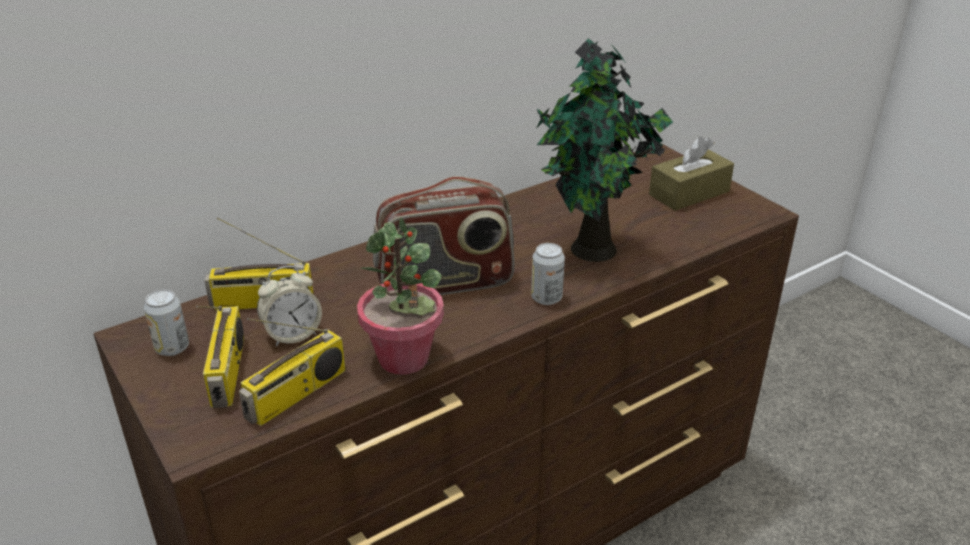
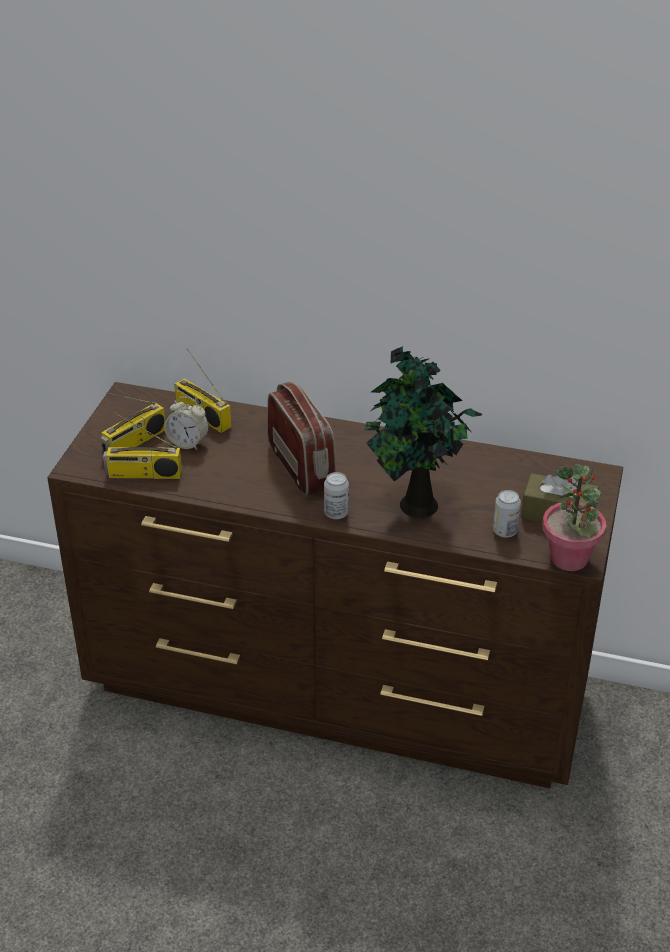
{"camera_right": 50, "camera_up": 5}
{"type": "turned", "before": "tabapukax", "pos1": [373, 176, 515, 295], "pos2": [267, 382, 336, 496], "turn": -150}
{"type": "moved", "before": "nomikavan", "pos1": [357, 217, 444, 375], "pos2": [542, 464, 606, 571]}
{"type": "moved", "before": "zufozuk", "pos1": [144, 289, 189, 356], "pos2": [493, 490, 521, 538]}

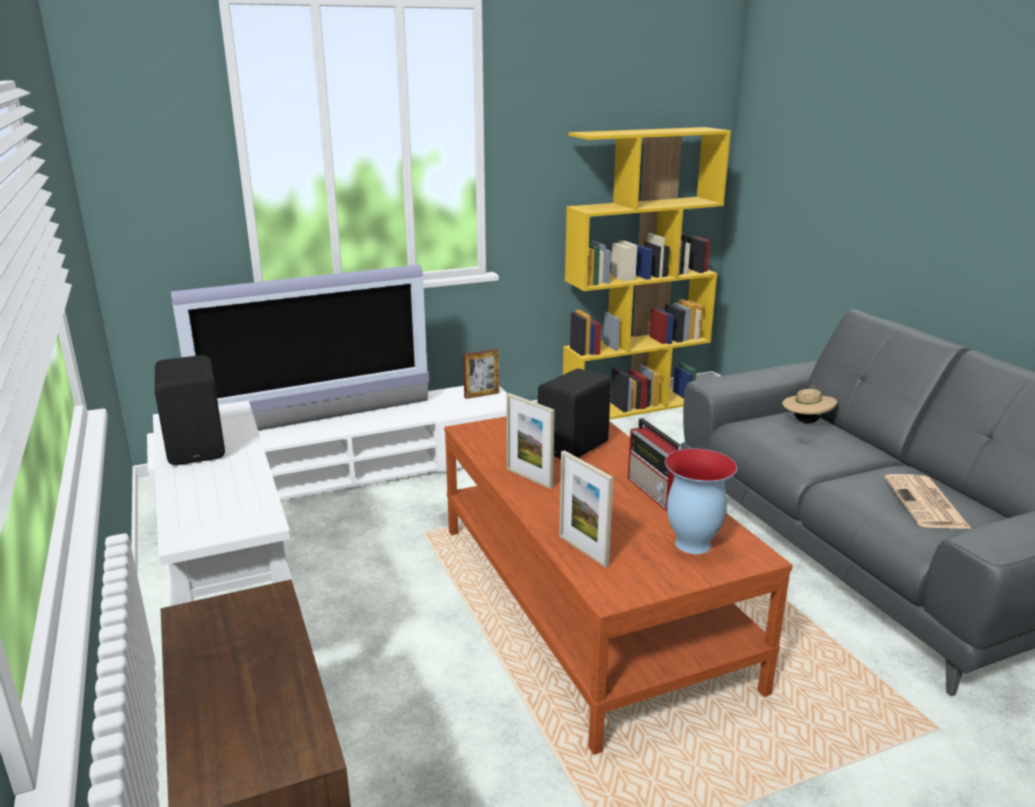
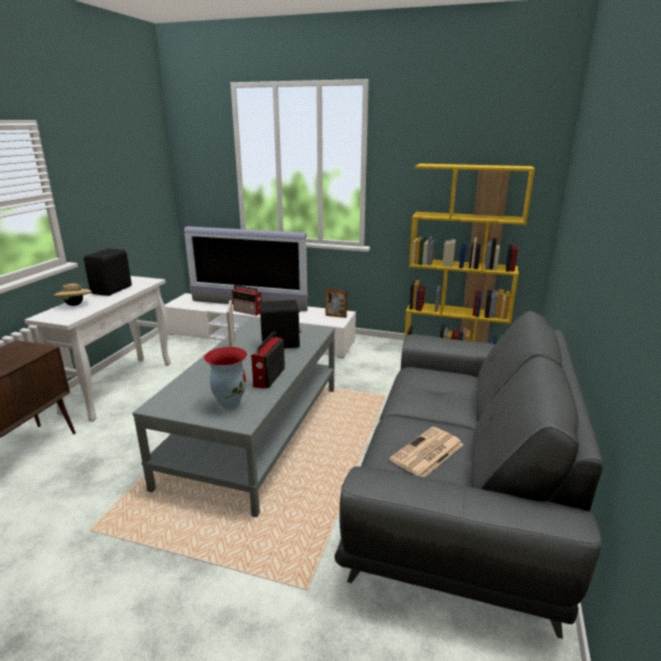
{"camera_right": 40, "camera_up": 0}
{"type": "moved", "before": "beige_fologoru", "pos1": [782, 385, 837, 424], "pos2": [54, 282, 92, 306]}
{"type": "recoloured", "before": "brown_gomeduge", "after": "grey_gomeduge", "pos1": [444, 416, 792, 755], "pos2": [133, 318, 335, 517]}
{"type": "removed", "before": "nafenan", "pos1": [559, 450, 613, 568]}
{"type": "added", "after": "tabapukax", "pos2": [232, 285, 262, 316]}

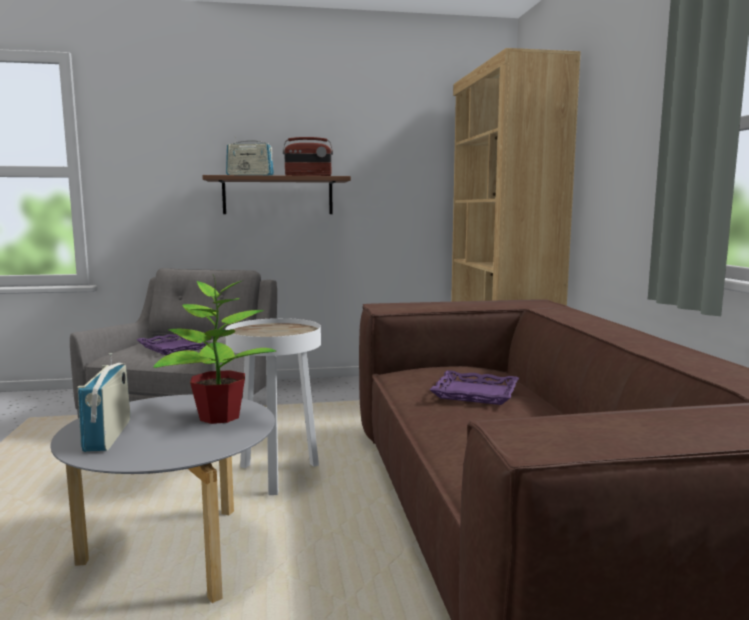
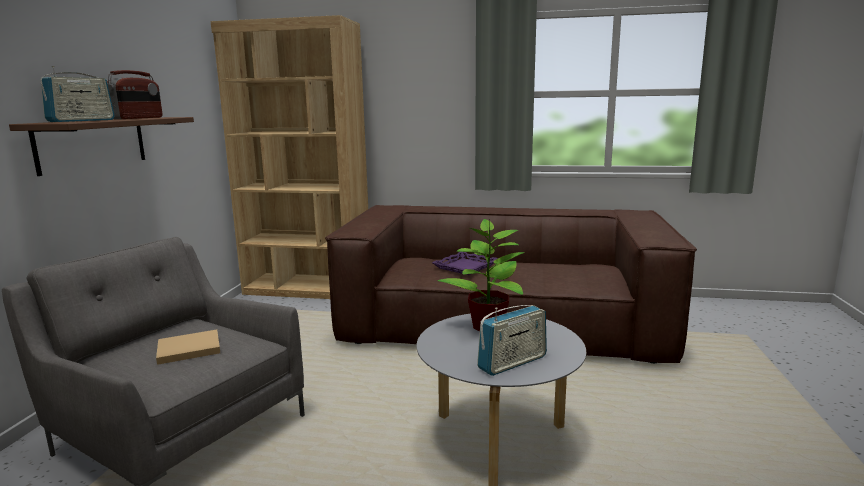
{"camera_right": -70, "camera_up": 5}
{"type": "removed", "before": "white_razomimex", "pos1": [225, 318, 321, 495]}
{"type": "replaced", "before": "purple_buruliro", "after": "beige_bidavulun", "pos1": [137, 334, 209, 355], "pos2": [156, 330, 220, 365]}
{"type": "turned", "before": "tabapukax", "pos1": [78, 353, 130, 452], "pos2": [477, 305, 547, 376], "turn": -45}

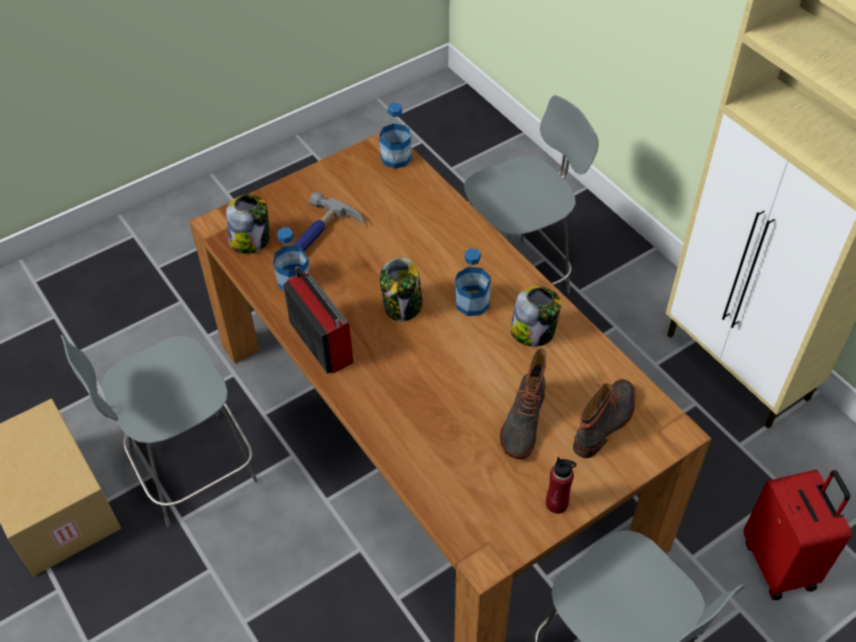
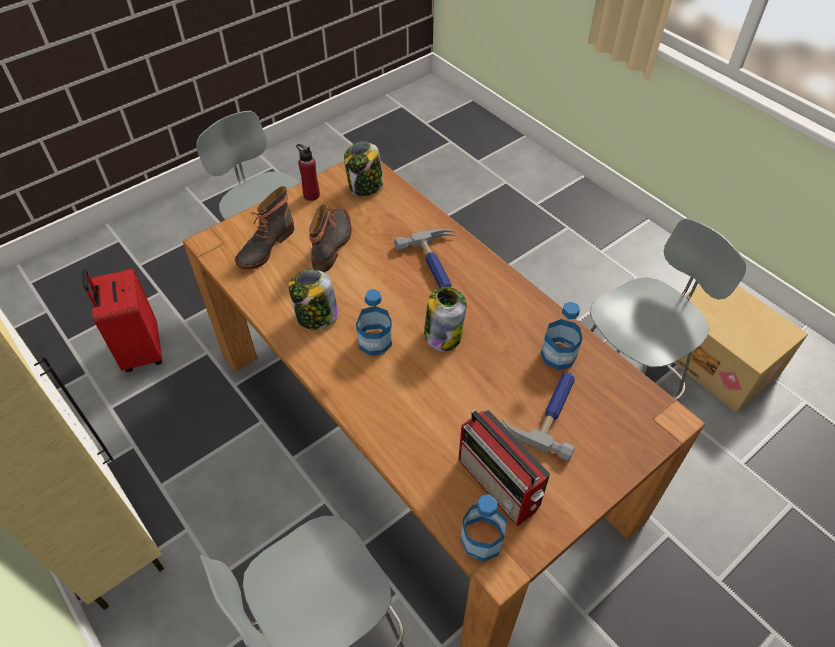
{"camera_right": 175, "camera_up": 0}
{"type": "moved", "before": "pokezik", "pos1": [226, 195, 270, 254], "pos2": [344, 141, 384, 196]}
{"type": "moved", "before": "tabapukax", "pos1": [283, 266, 353, 374], "pos2": [458, 410, 550, 526]}
{"type": "added", "after": "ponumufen", "pos2": [394, 229, 455, 288]}

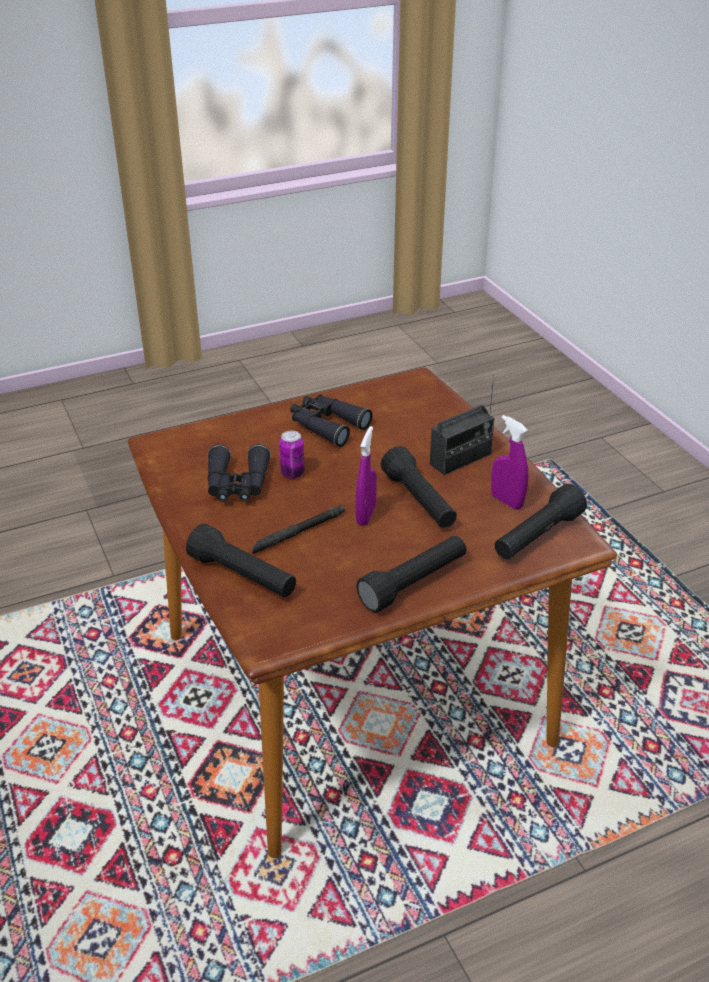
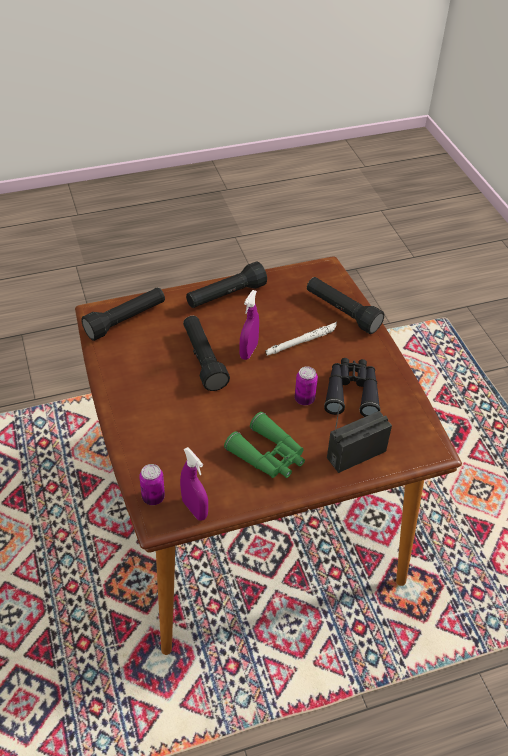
{"camera_right": -175, "camera_up": 10}
{"type": "moved", "before": "tabapukax", "pos1": [430, 374, 494, 475], "pos2": [327, 401, 392, 473]}
{"type": "recoloured", "before": "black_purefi", "after": "green_purefi", "pos1": [290, 395, 373, 447], "pos2": [224, 412, 305, 478]}
{"type": "moved", "before": "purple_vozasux", "pos1": [491, 415, 528, 510], "pos2": [180, 447, 208, 521]}
{"type": "recoloured", "before": "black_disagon", "after": "white_disagon", "pos1": [252, 505, 345, 554], "pos2": [265, 322, 337, 356]}
{"type": "added", "after": "zufozuk", "pos2": [139, 464, 165, 505]}

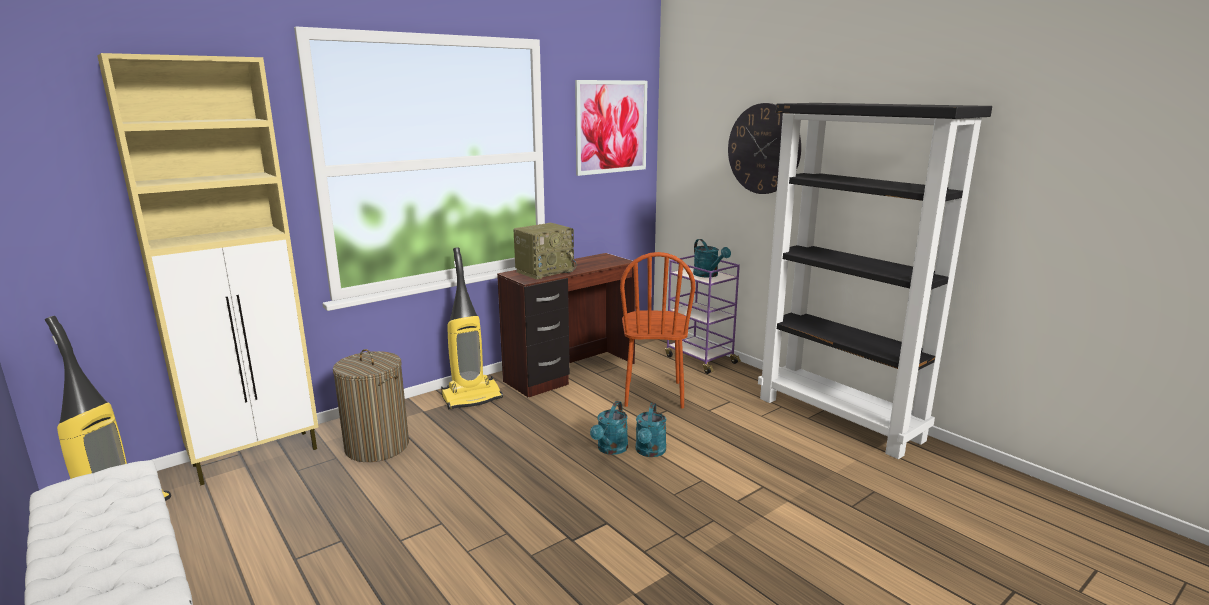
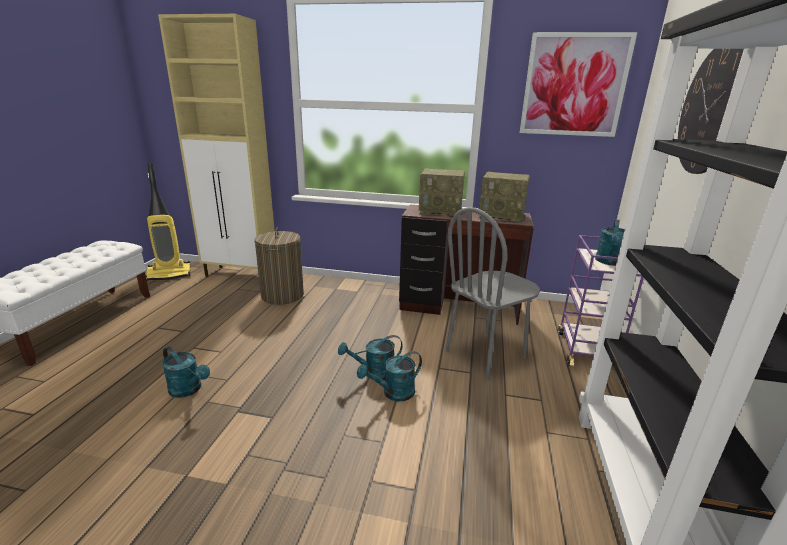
{"camera_right": 50, "camera_up": 5}
{"type": "removed", "before": "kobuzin", "pos1": [441, 247, 503, 409]}
{"type": "recoloured", "before": "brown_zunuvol", "after": "grey_zunuvol", "pos1": [620, 252, 695, 408], "pos2": [446, 207, 540, 379]}
{"type": "added", "after": "tabapukax", "pos2": [478, 172, 530, 223]}
{"type": "added", "after": "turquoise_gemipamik", "pos2": [162, 347, 210, 398]}

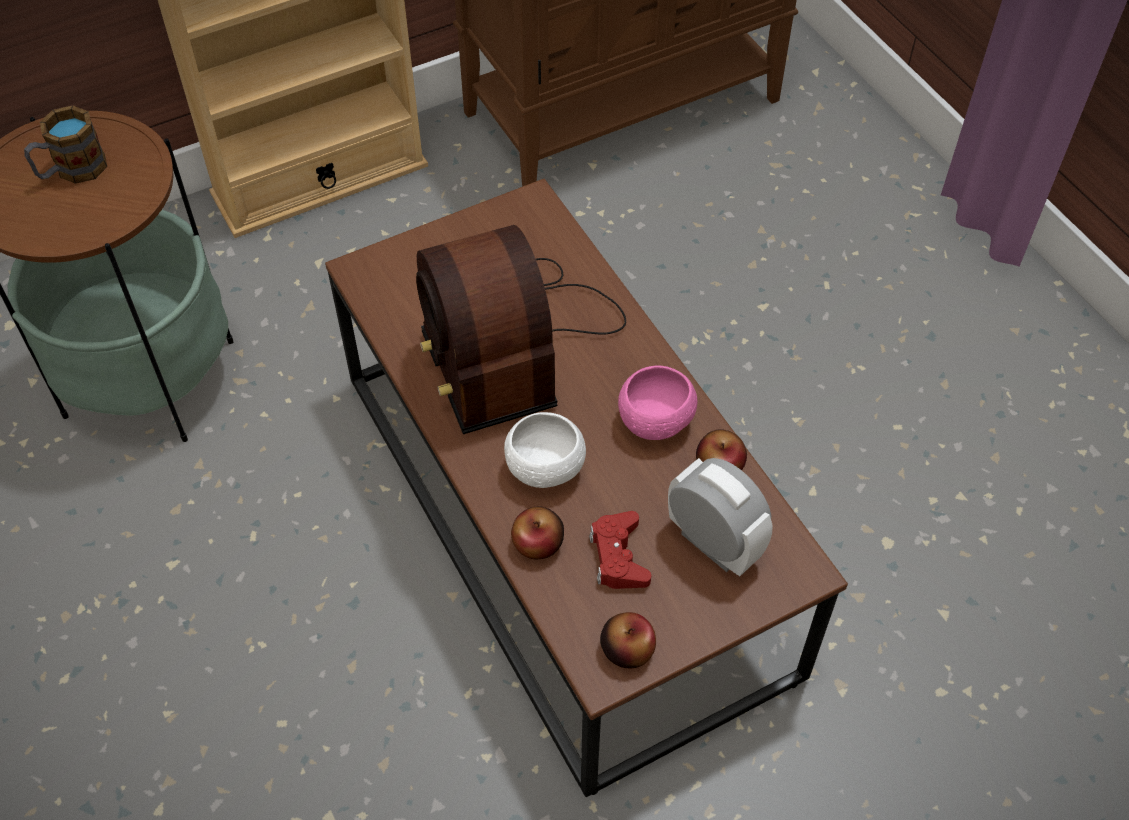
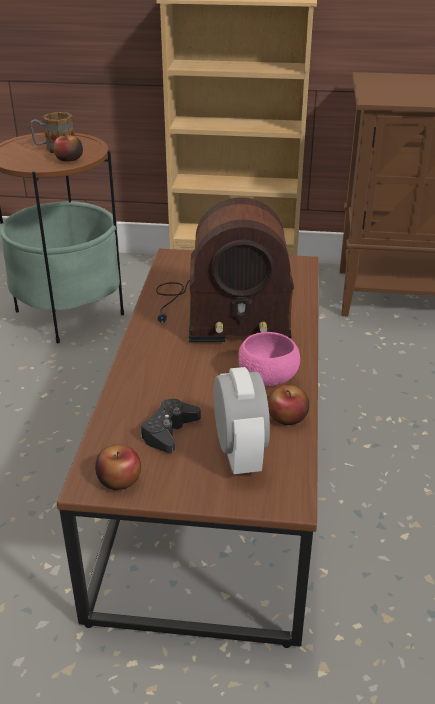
{"camera_right": 35, "camera_up": -20}
{"type": "turned", "before": "tabapukax", "pos1": [416, 225, 626, 434], "pos2": [156, 197, 294, 342], "turn": -105}
{"type": "removed", "before": "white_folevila", "pos1": [504, 412, 586, 488]}
{"type": "moved", "before": "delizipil", "pos1": [511, 506, 564, 559], "pos2": [53, 135, 83, 162]}
{"type": "recoloured", "before": "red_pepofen", "after": "black_pepofen", "pos1": [589, 511, 651, 589], "pos2": [141, 399, 201, 453]}

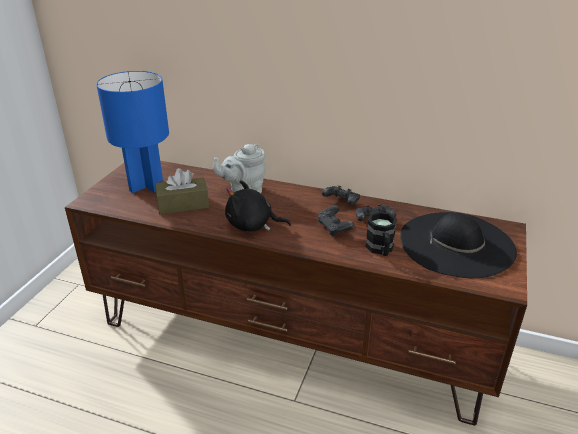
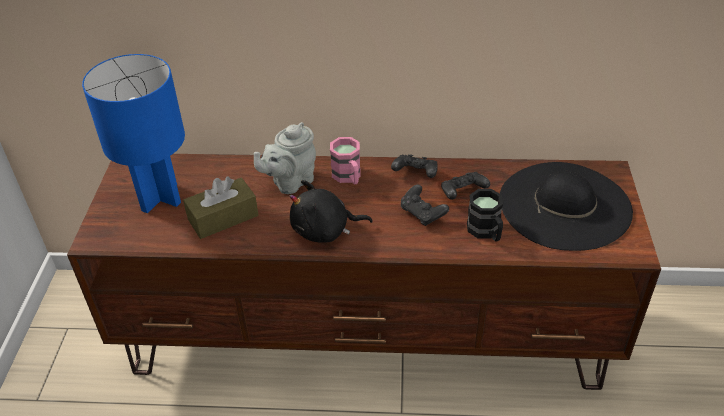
{"camera_right": -15, "camera_up": 10}
{"type": "added", "after": "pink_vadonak", "pos2": [330, 137, 361, 184]}

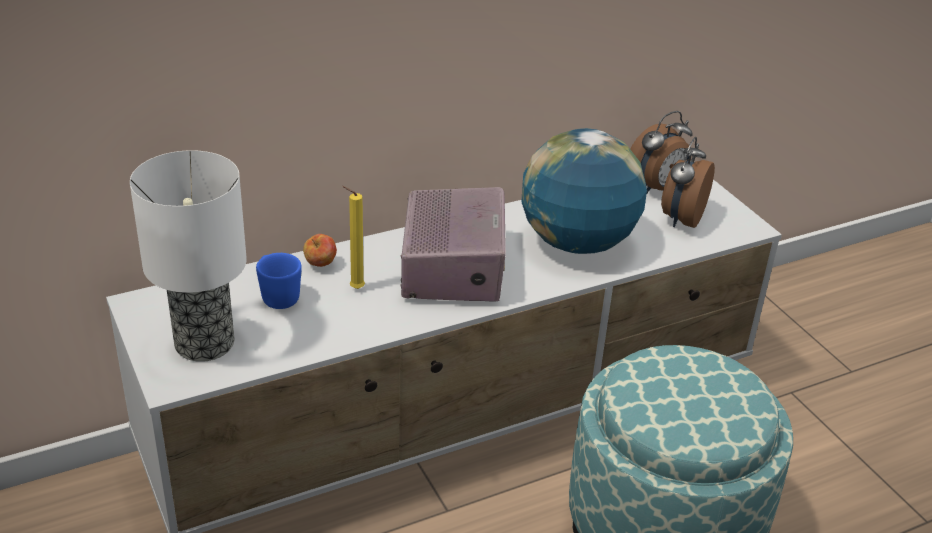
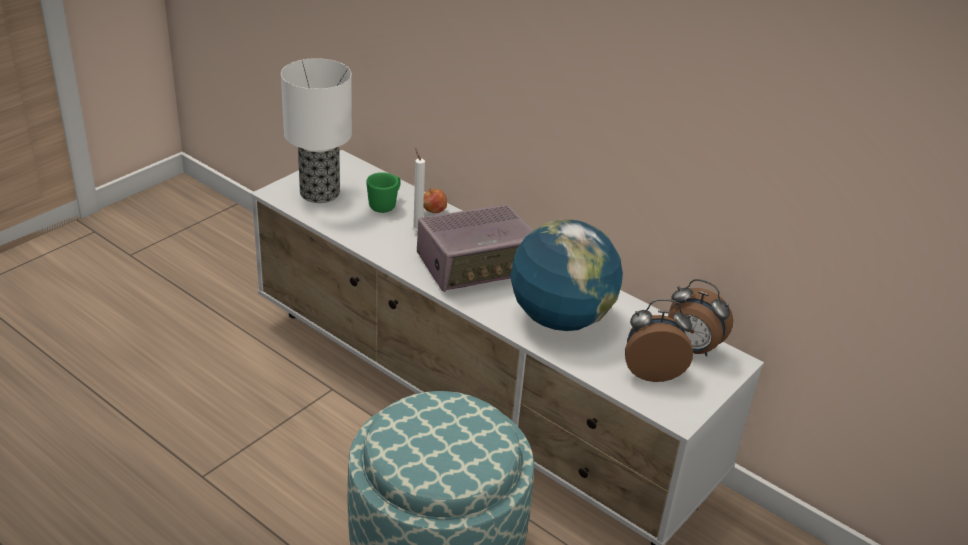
{"camera_right": 65, "camera_up": 0}
{"type": "recoloured", "before": "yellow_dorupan", "after": "white_dorupan", "pos1": [342, 186, 365, 289], "pos2": [412, 148, 425, 233]}
{"type": "recoloured", "before": "blue_vadonak", "after": "green_vadonak", "pos1": [256, 253, 302, 309], "pos2": [366, 172, 401, 213]}

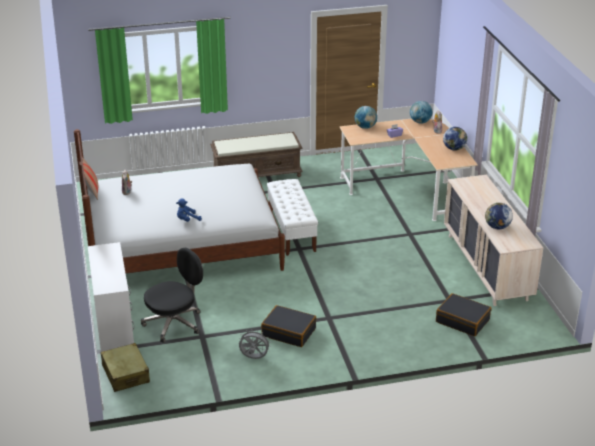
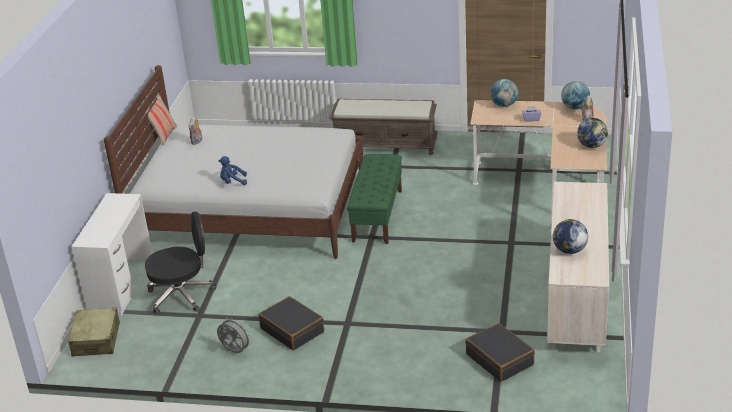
{"camera_right": 25, "camera_up": 0}
{"type": "recoloured", "before": "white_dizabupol", "after": "green_dizabupol", "pos1": [267, 179, 318, 256], "pos2": [347, 154, 402, 244]}

